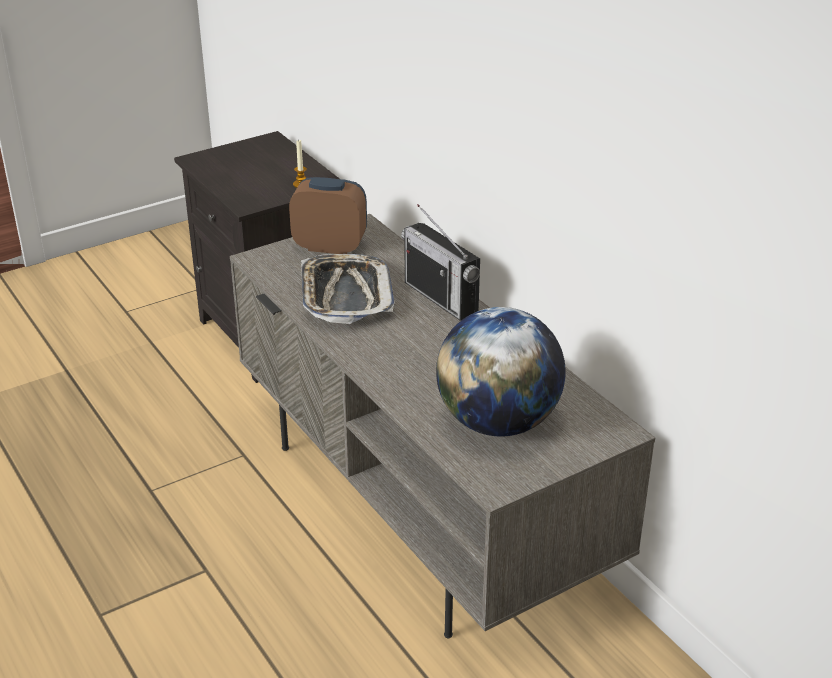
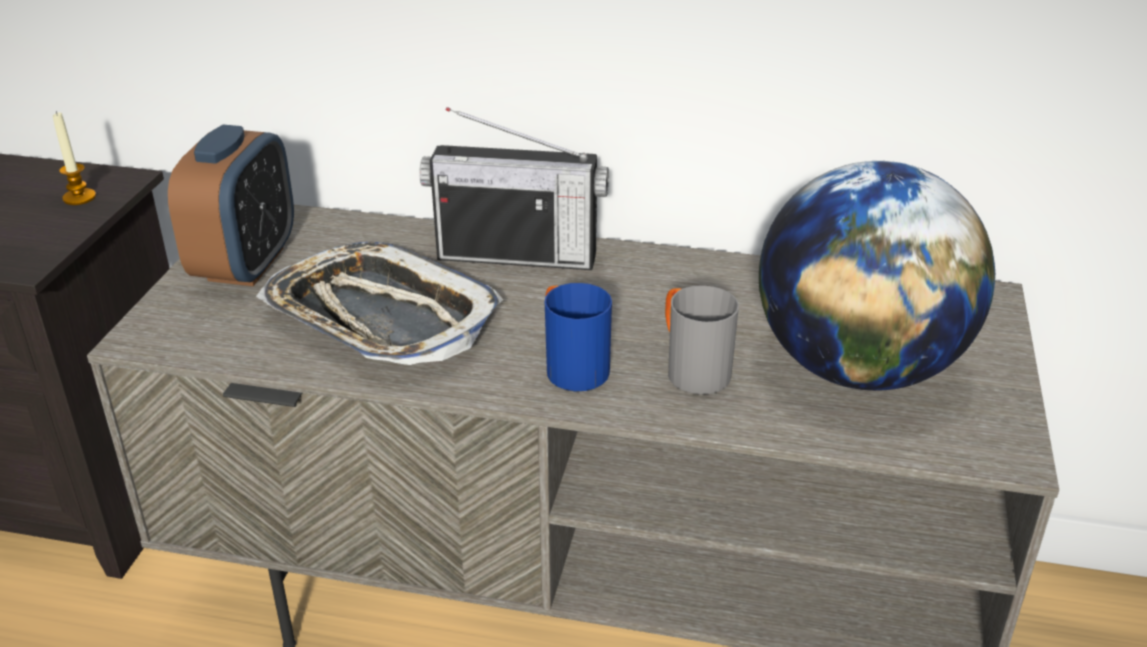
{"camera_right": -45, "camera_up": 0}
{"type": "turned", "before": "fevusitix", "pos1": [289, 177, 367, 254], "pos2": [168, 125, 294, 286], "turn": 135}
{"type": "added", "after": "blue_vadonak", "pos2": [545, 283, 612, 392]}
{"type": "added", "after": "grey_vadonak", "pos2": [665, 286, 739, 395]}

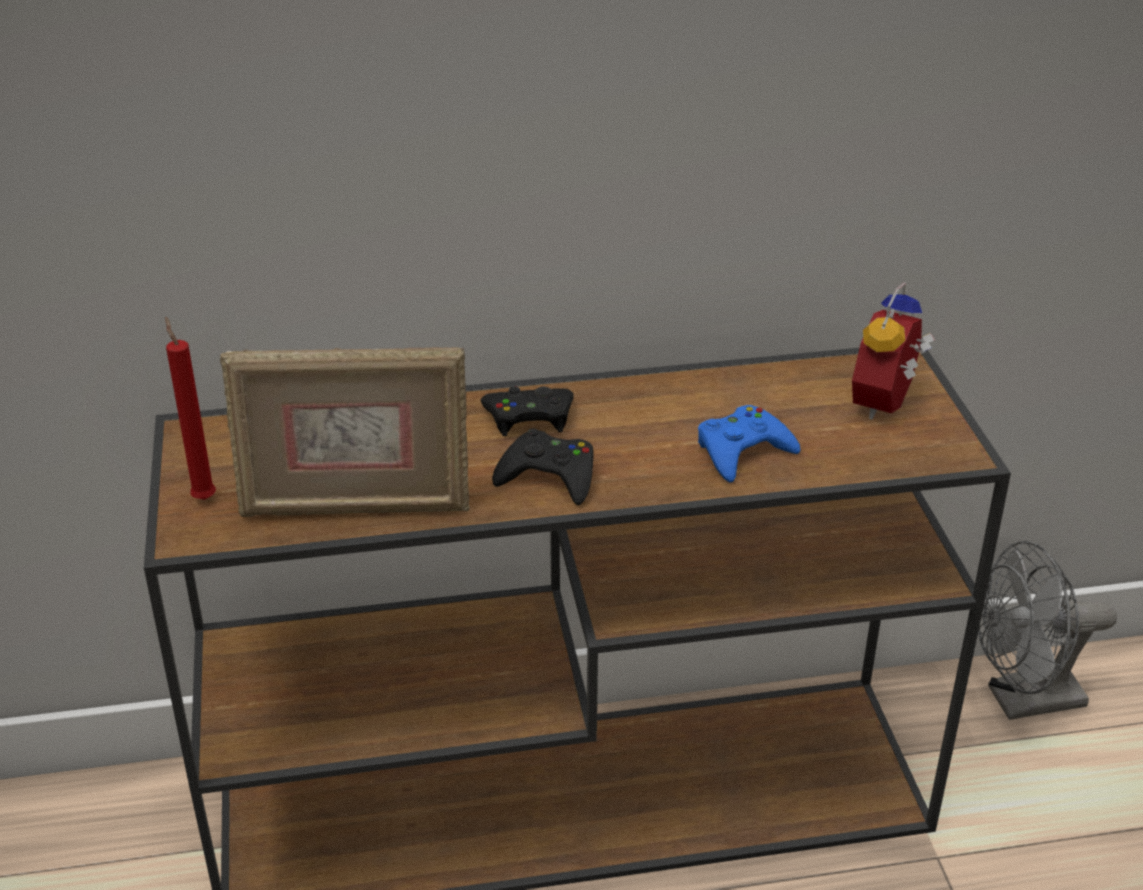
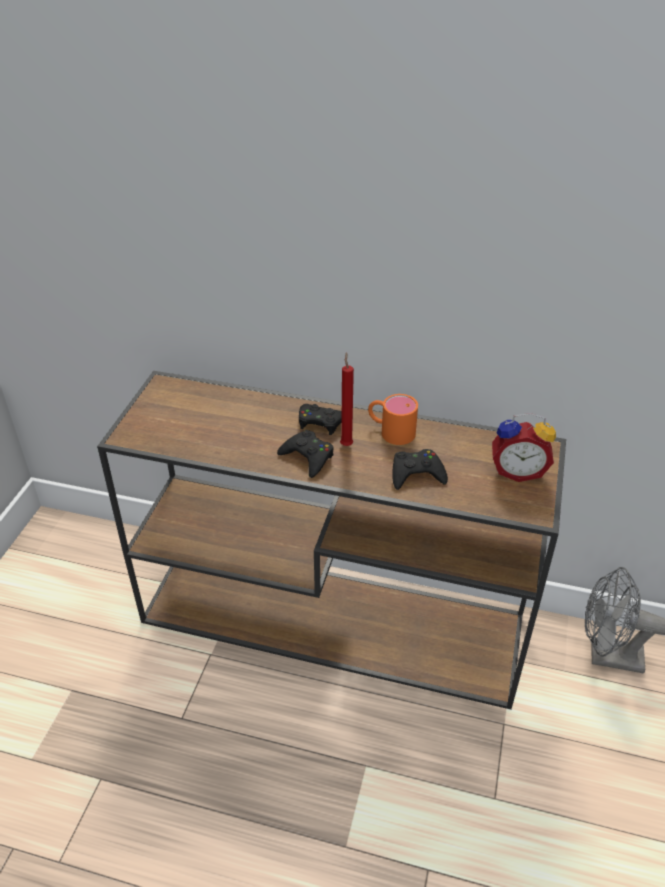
{"camera_right": 25, "camera_up": 5}
{"type": "turned", "before": "fevusitix", "pos1": [852, 282, 935, 419], "pos2": [492, 413, 556, 482], "turn": -135}
{"type": "moved", "before": "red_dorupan", "pos1": [165, 317, 216, 500], "pos2": [340, 352, 354, 446]}
{"type": "removed", "before": "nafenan", "pos1": [220, 347, 470, 517]}
{"type": "recoloured", "before": "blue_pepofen", "after": "black_pepofen", "pos1": [698, 405, 800, 482], "pos2": [392, 449, 448, 490]}
{"type": "added", "after": "orange_vadonak", "pos2": [368, 394, 418, 445]}

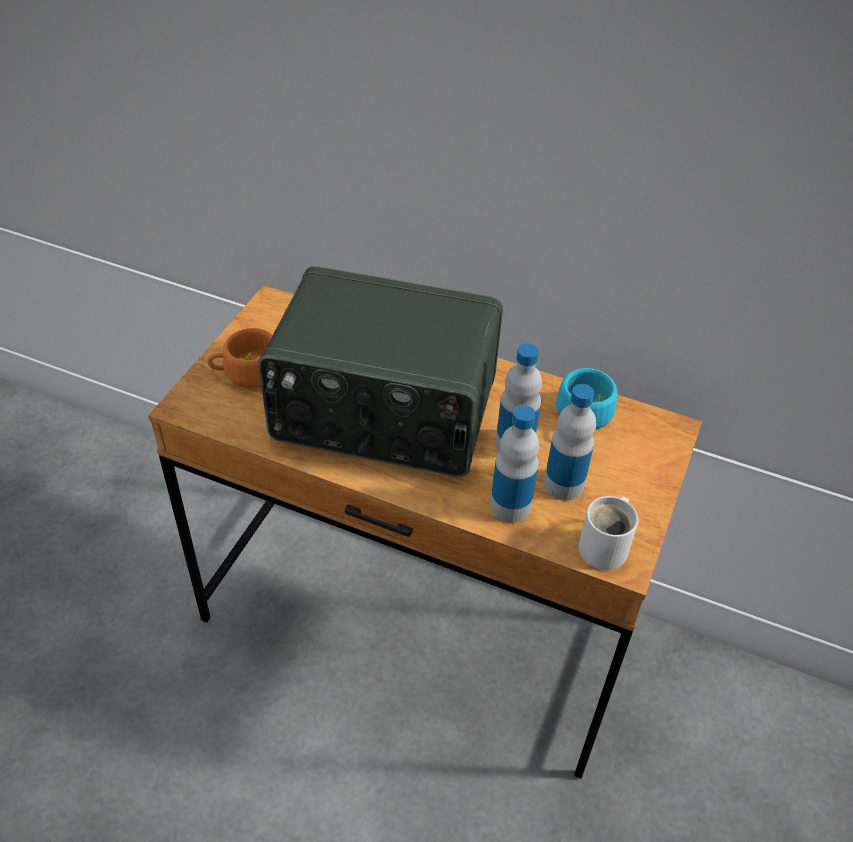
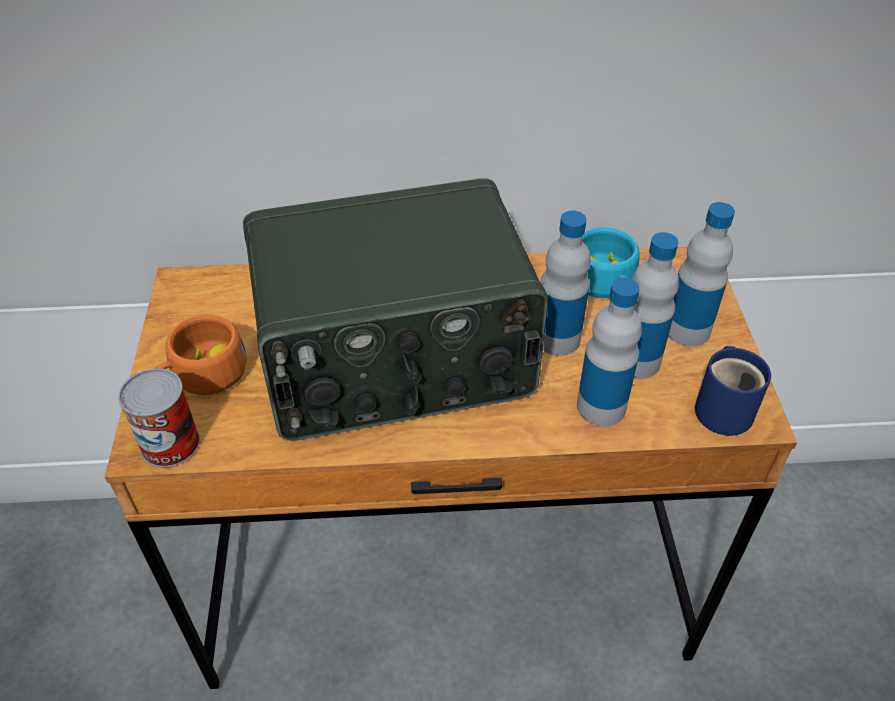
{"camera_right": -25, "camera_up": 0}
{"type": "recoloured", "before": "white_vadonak", "after": "blue_vadonak", "pos1": [579, 496, 638, 570], "pos2": [695, 346, 771, 436]}
{"type": "added", "after": "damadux", "pos2": [668, 202, 735, 347]}
{"type": "added", "after": "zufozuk", "pos2": [118, 368, 200, 468]}

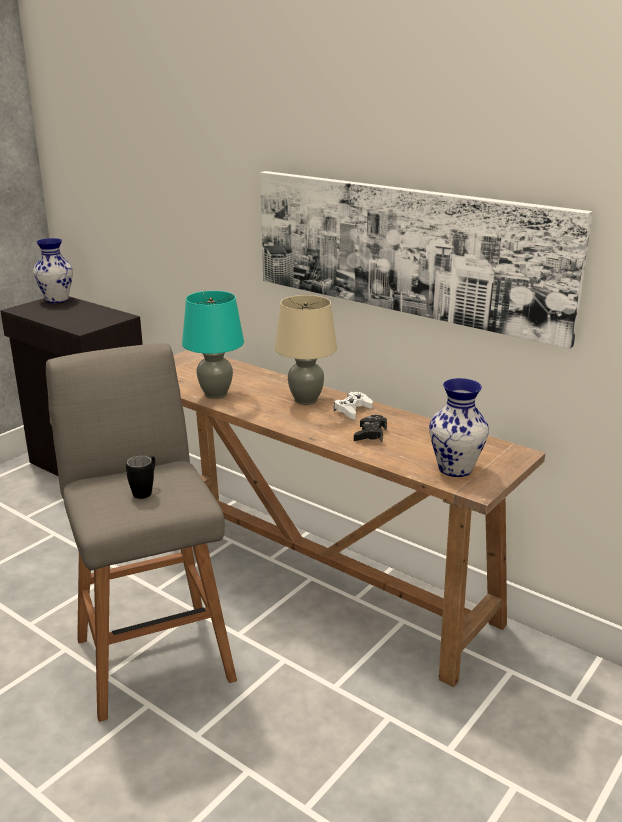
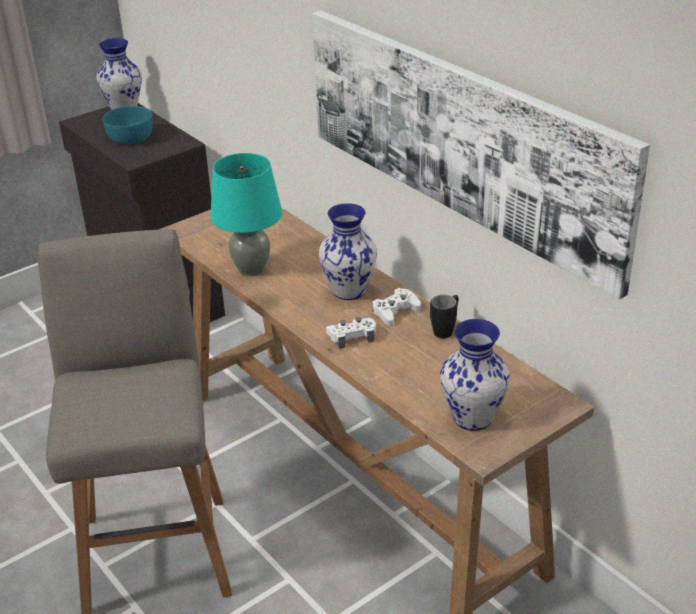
{"camera_right": 15, "camera_up": 10}
{"type": "replaced", "before": "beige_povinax", "after": "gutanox", "pos1": [275, 295, 337, 405], "pos2": [319, 203, 377, 300]}
{"type": "removed", "before": "black_pepofen", "pos1": [354, 415, 387, 442]}
{"type": "moved", "before": "black_vadonak", "pos1": [126, 455, 155, 499], "pos2": [430, 295, 458, 338]}
{"type": "added", "after": "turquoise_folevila", "pos2": [102, 106, 152, 145]}
{"type": "added", "after": "white_pepofen", "pos2": [326, 317, 376, 349]}

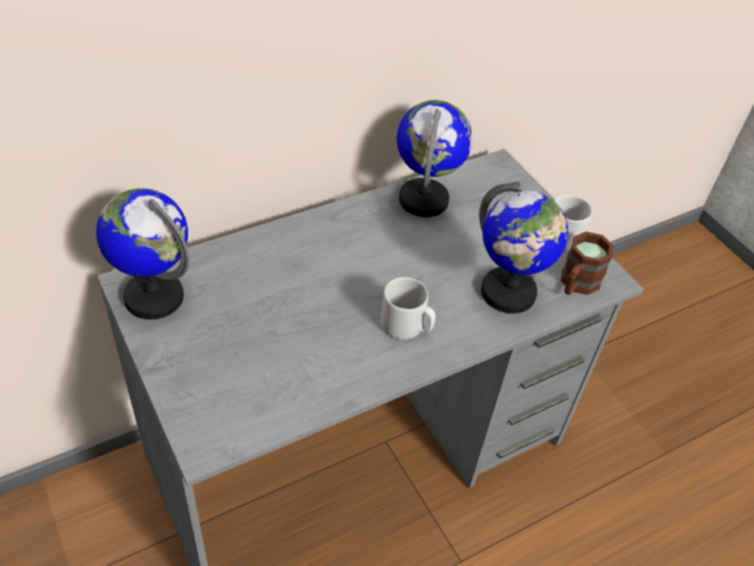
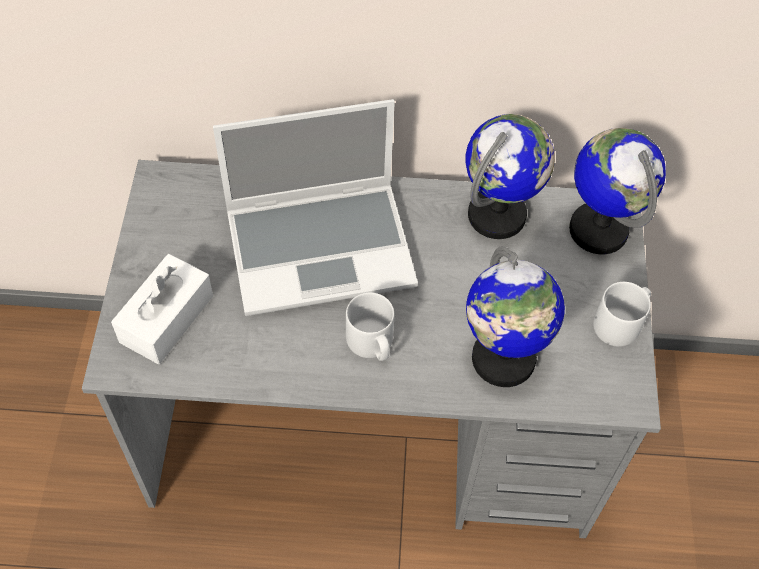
{"camera_right": 35, "camera_up": 10}
{"type": "moved", "before": "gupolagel", "pos1": [96, 188, 189, 320], "pos2": [569, 128, 666, 254]}
{"type": "removed", "before": "brown_vadonak", "pos1": [561, 232, 614, 295]}
{"type": "added", "after": "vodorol", "pos2": [213, 99, 418, 316]}
{"type": "added", "after": "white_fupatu", "pos2": [111, 254, 213, 364]}

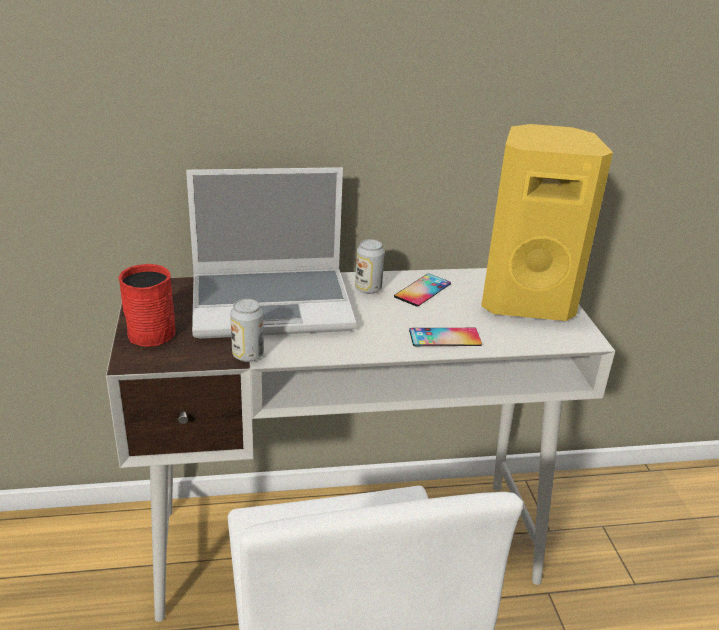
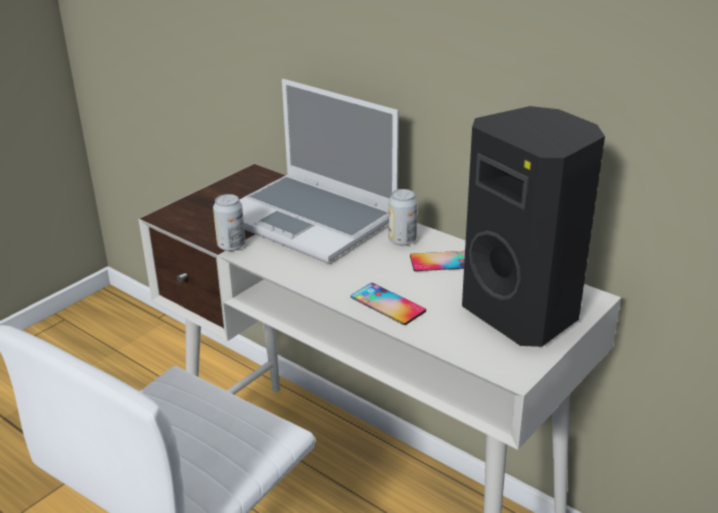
{"camera_right": 50, "camera_up": 0}
{"type": "recoloured", "before": "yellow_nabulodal", "after": "black_nabulodal", "pos1": [481, 124, 613, 321], "pos2": [462, 106, 605, 347]}
{"type": "removed", "before": "red_vadonak", "pos1": [119, 264, 176, 347]}

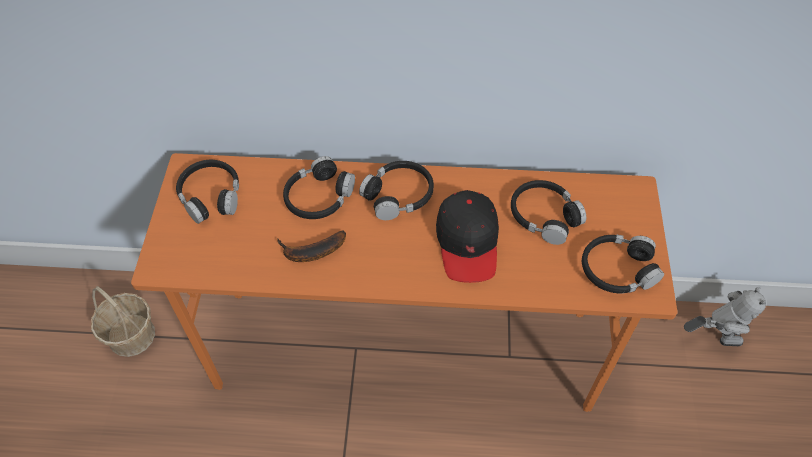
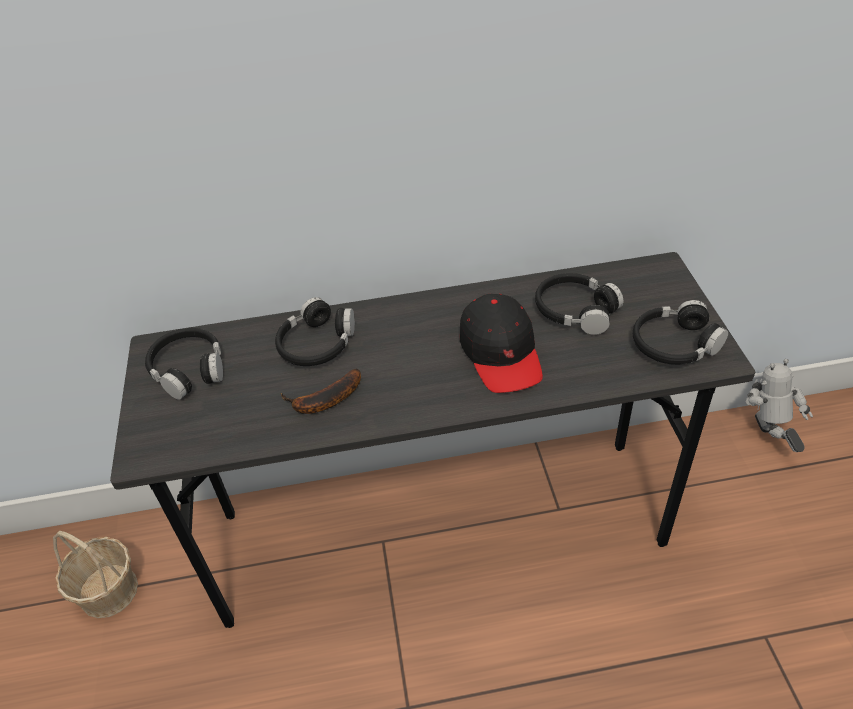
{"camera_right": -10, "camera_up": -10}
{"type": "recoloured", "before": "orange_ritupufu", "after": "grey_ritupufu", "pos1": [131, 153, 678, 412], "pos2": [110, 252, 755, 628]}
{"type": "removed", "before": "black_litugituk", "pos1": [359, 161, 434, 220]}
{"type": "turned", "before": "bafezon", "pos1": [684, 287, 766, 346], "pos2": [746, 359, 813, 452], "turn": -90}

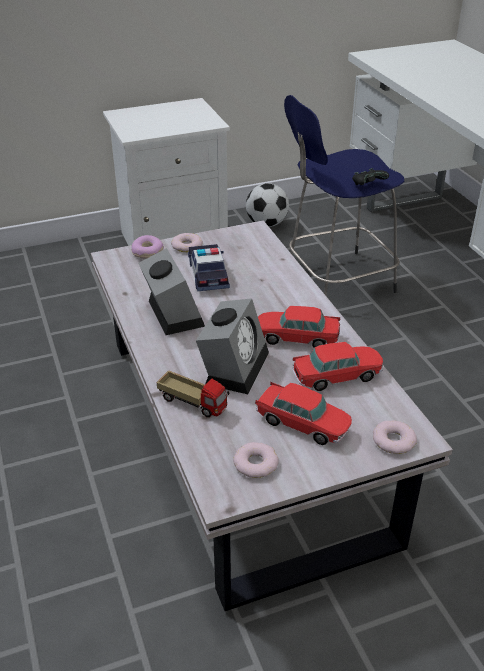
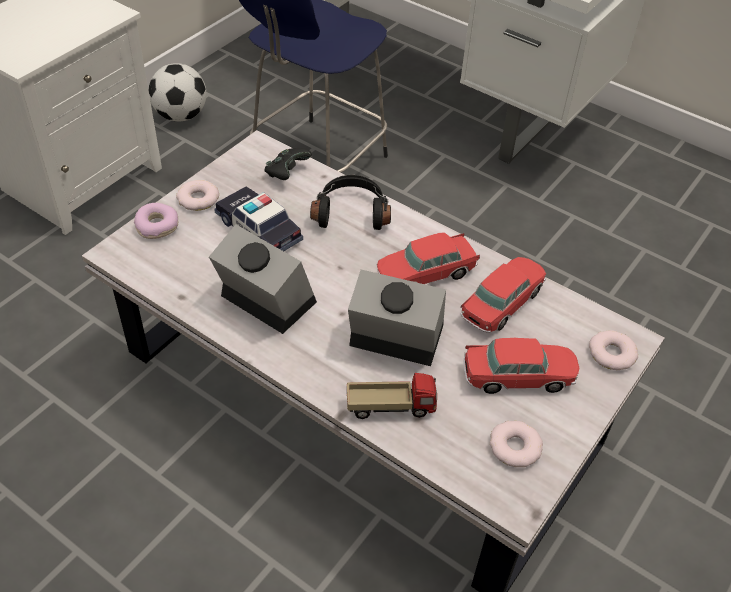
{"camera_right": -35, "camera_up": 10}
{"type": "moved", "before": "black_pepofen", "pos1": [352, 168, 389, 185], "pos2": [264, 148, 312, 180]}
{"type": "turned", "before": "fevusitix", "pos1": [196, 298, 269, 394], "pos2": [348, 269, 446, 366], "turn": -60}
{"type": "added", "after": "black_litugituk", "pos2": [310, 175, 391, 230]}

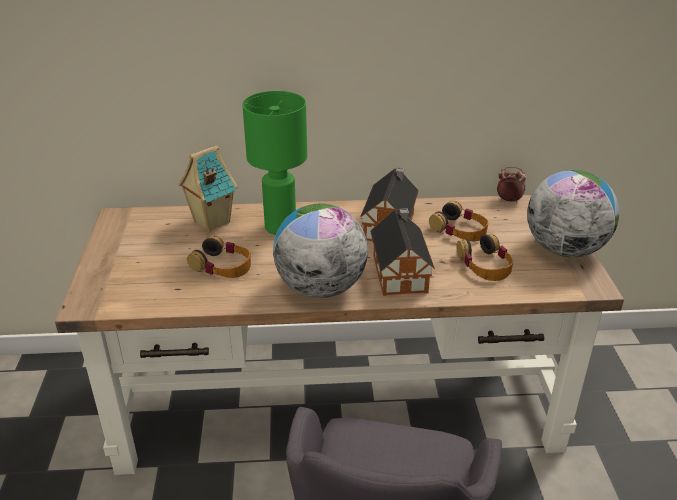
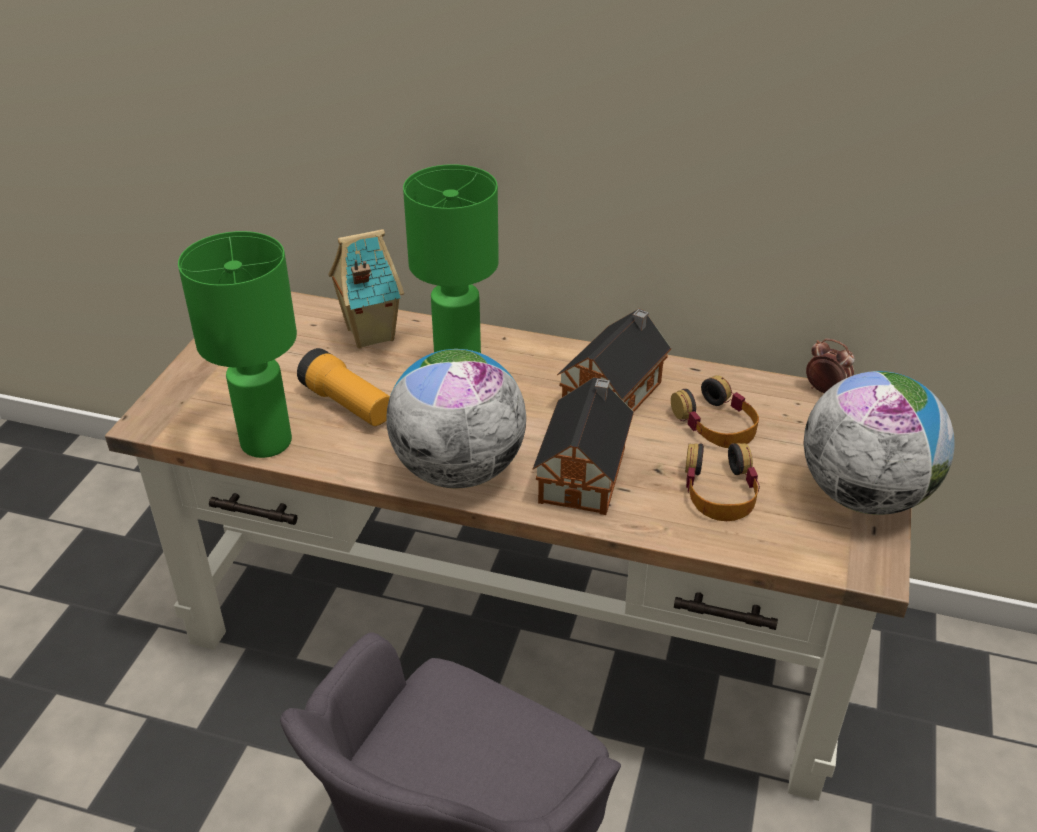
{"camera_right": 20, "camera_up": 5}
{"type": "replaced", "before": "litugituk", "after": "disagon", "pos1": [187, 235, 251, 278], "pos2": [297, 348, 390, 426]}
{"type": "added", "after": "green_povinax", "pos2": [178, 231, 297, 458]}

